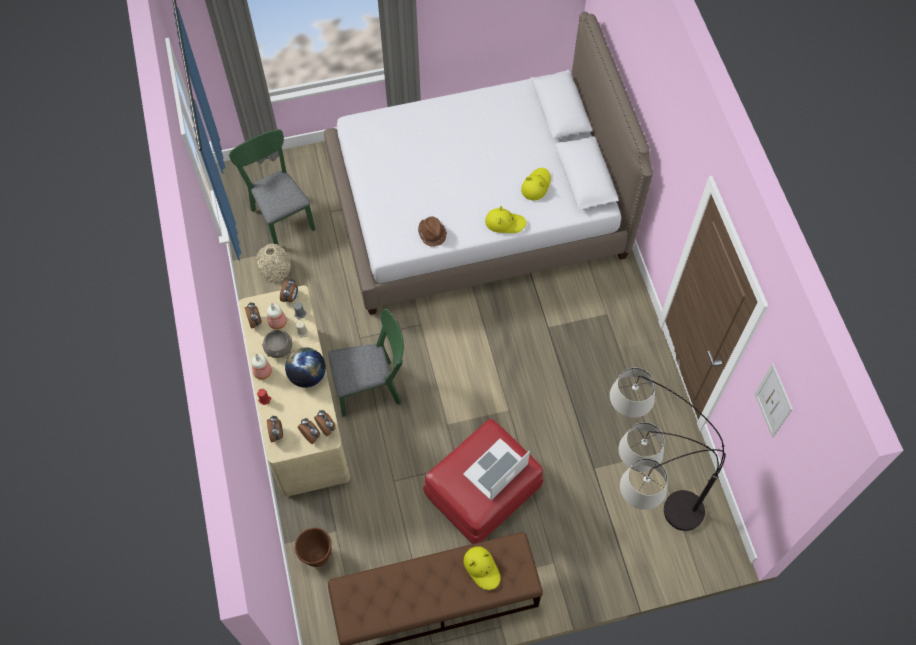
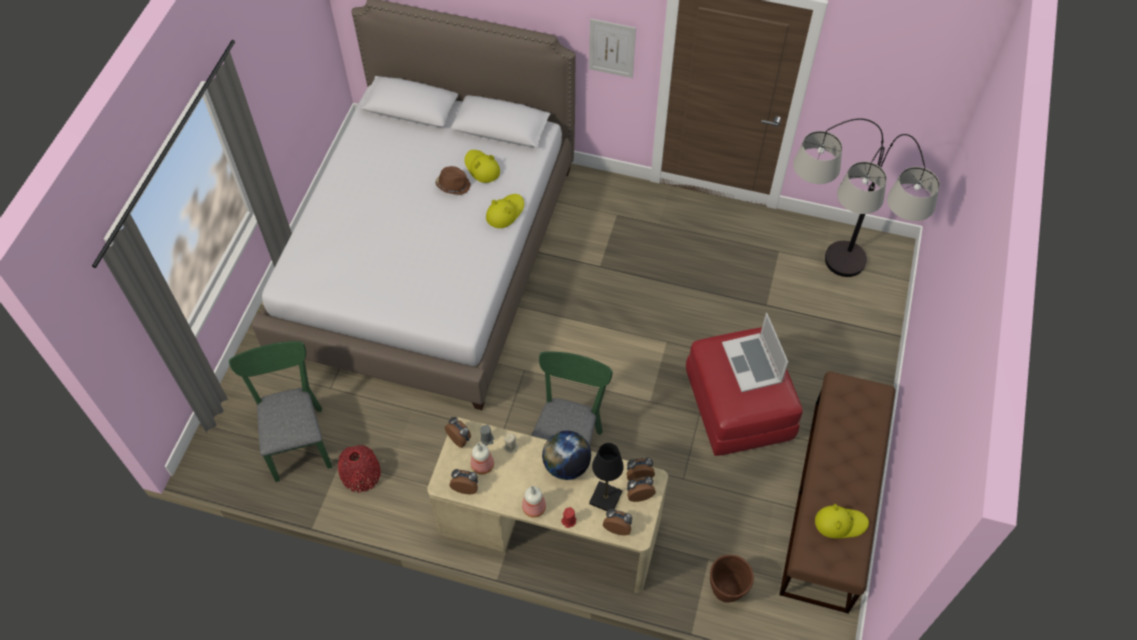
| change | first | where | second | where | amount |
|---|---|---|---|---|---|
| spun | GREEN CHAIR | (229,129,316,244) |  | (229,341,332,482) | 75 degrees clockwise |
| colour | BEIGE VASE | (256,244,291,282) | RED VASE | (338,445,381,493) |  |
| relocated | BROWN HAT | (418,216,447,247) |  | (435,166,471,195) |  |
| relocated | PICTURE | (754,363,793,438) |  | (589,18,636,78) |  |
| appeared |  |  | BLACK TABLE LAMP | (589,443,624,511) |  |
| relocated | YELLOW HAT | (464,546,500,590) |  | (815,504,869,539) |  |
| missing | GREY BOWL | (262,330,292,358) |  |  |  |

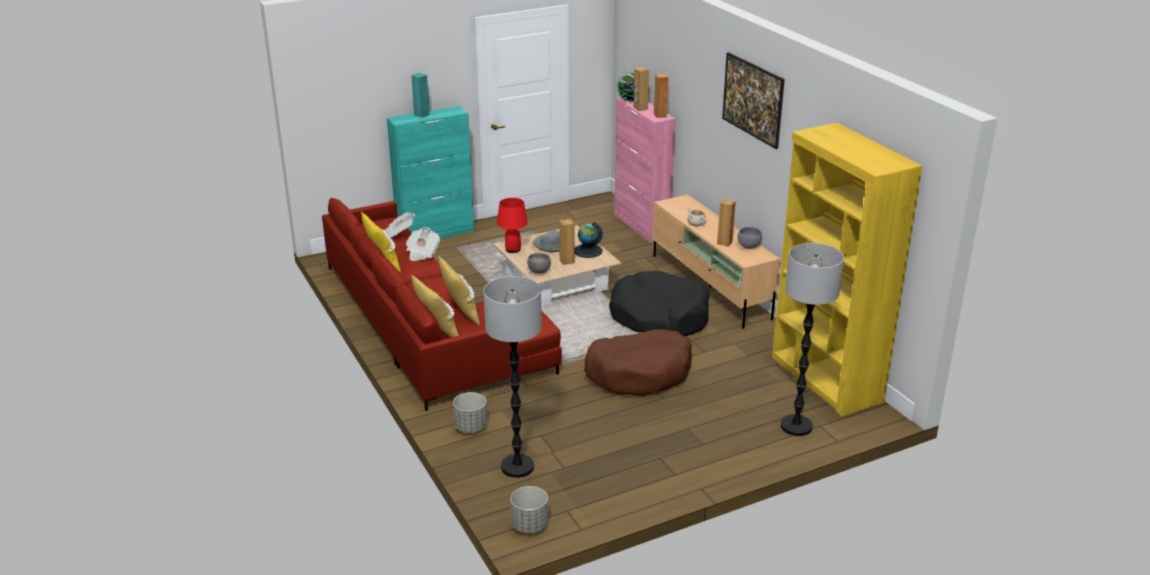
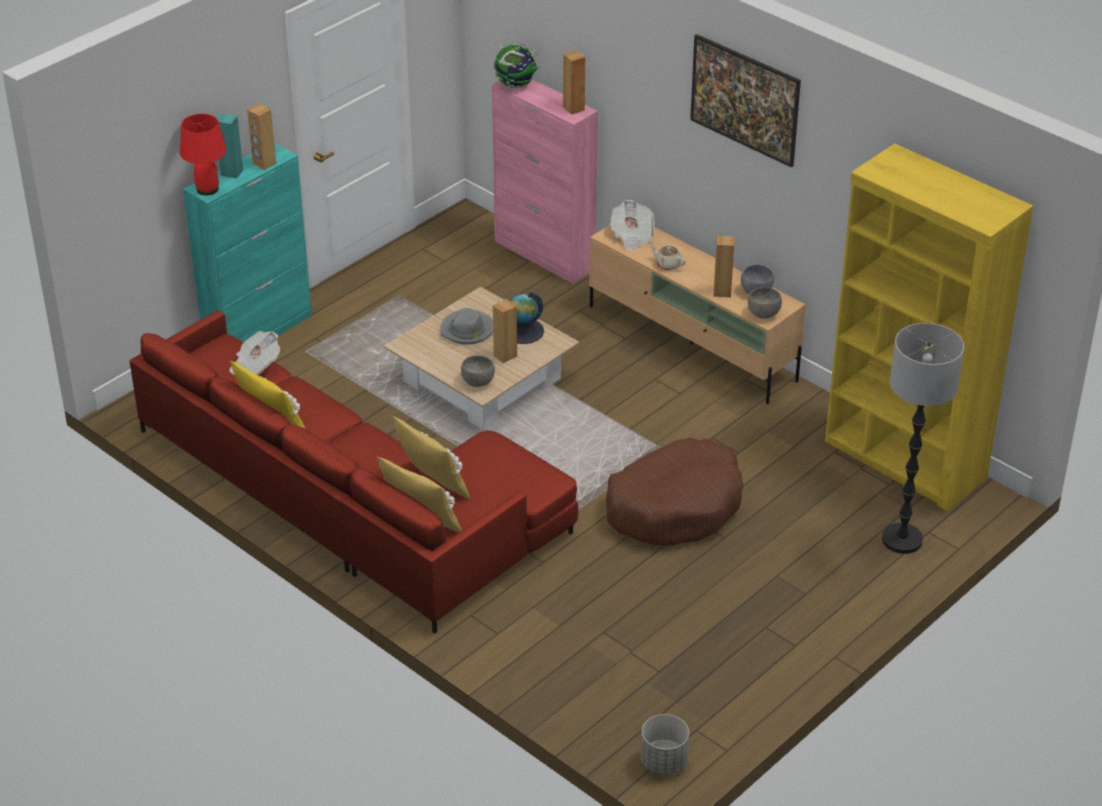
| change | first | where | second | where | amount |
|---|---|---|---|---|---|
| relocated | RED TABLE LAMP | (497,198,528,253) |  | (180,114,226,196) |  |
| relocated | BROWN SPEAKER | (633,67,649,111) |  | (247,103,276,170) |  |
| relocated | NEWSPAPER | (406,227,440,261) |  | (610,200,654,250) |  |
| appeared |  |  | GREY BOWL | (748,287,782,319) |  |
| missing | GREY PLANTER | (453,392,487,433) |  |  |  |
| missing | FLOOR LAMP | (483,276,542,478) |  |  |  |
| missing | BLACK DOG BED | (609,270,709,336) |  |  |  |

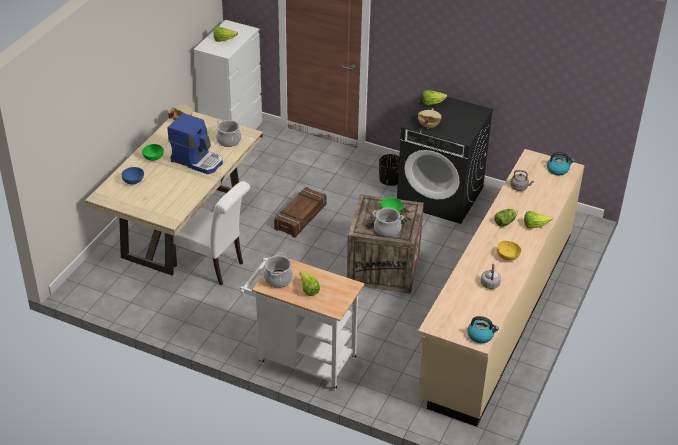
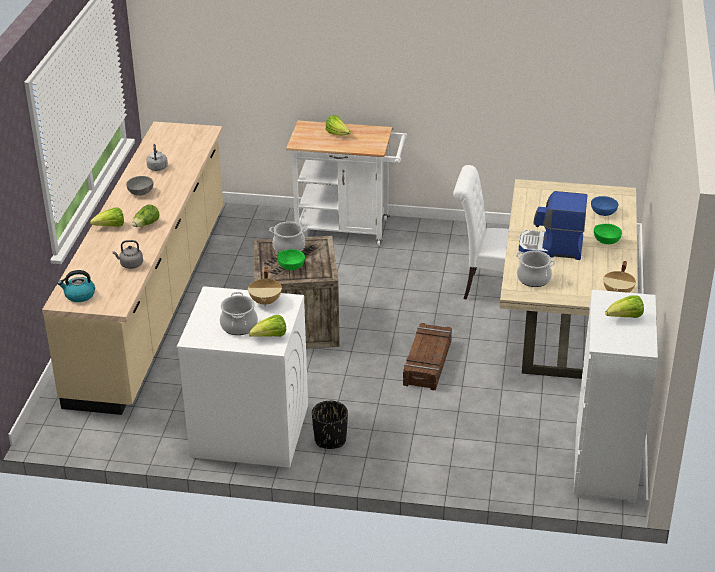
| change | first | where | second | where | amount |
|---|---|---|---|---|---|
| colour | YELLOW BOWL | (497,240,521,261) | GREY BOWL | (126,176,153,196) |  |
| colour | BLACK WASHING MACHINE | (397,97,493,224) | WHITE WASHING MACHINE | (177,286,308,468) |  |
| relocated | COOKING POT | (263,252,293,288) |  | (220,292,258,335) |  |
| missing | KETTLE | (467,316,499,343) |  |  |  |

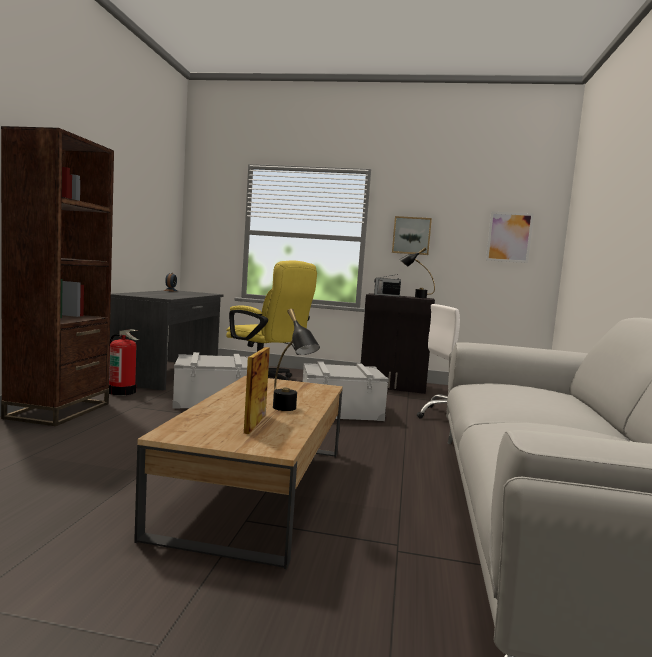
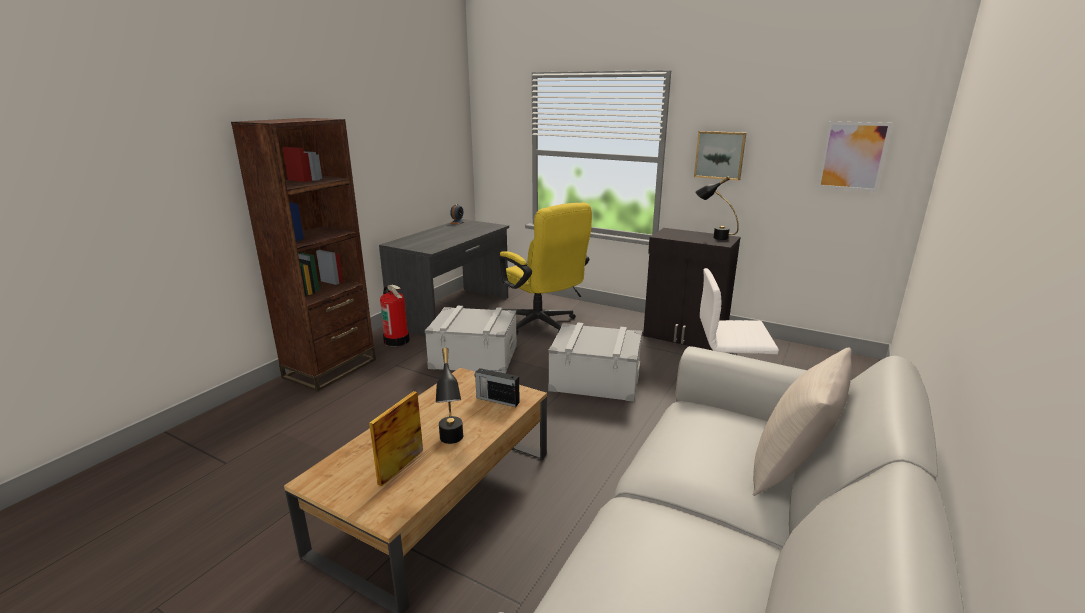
| change | first | where | second | where | amount |
|---|---|---|---|---|---|
| relocated | RADIO | (374,274,401,297) |  | (474,368,520,407) |  |
| appeared |  |  | BEIGE PILLOW | (753,348,852,496) |  |

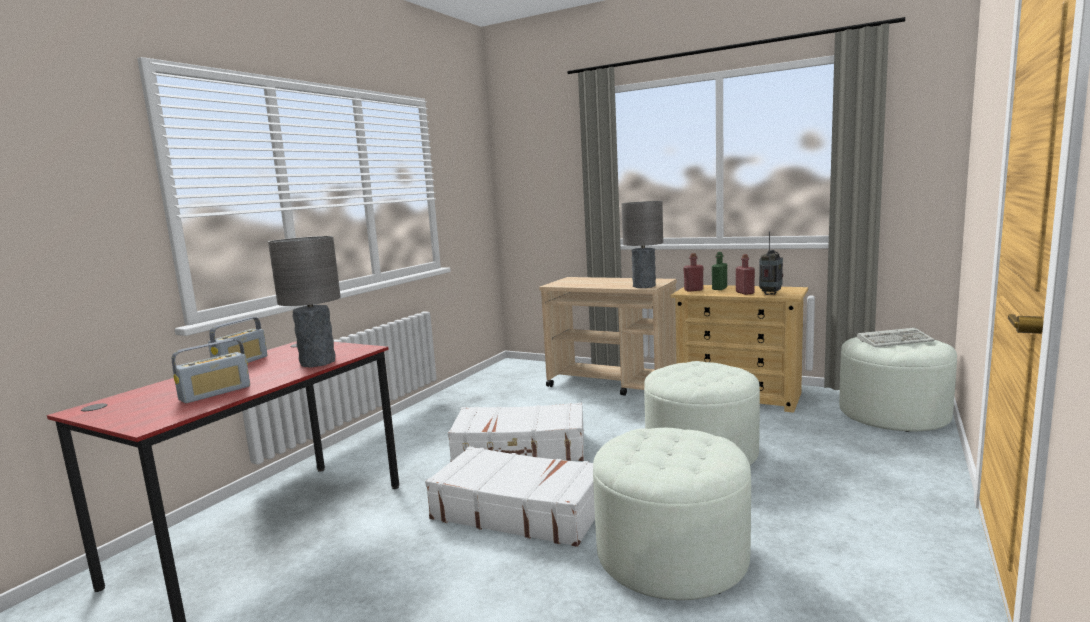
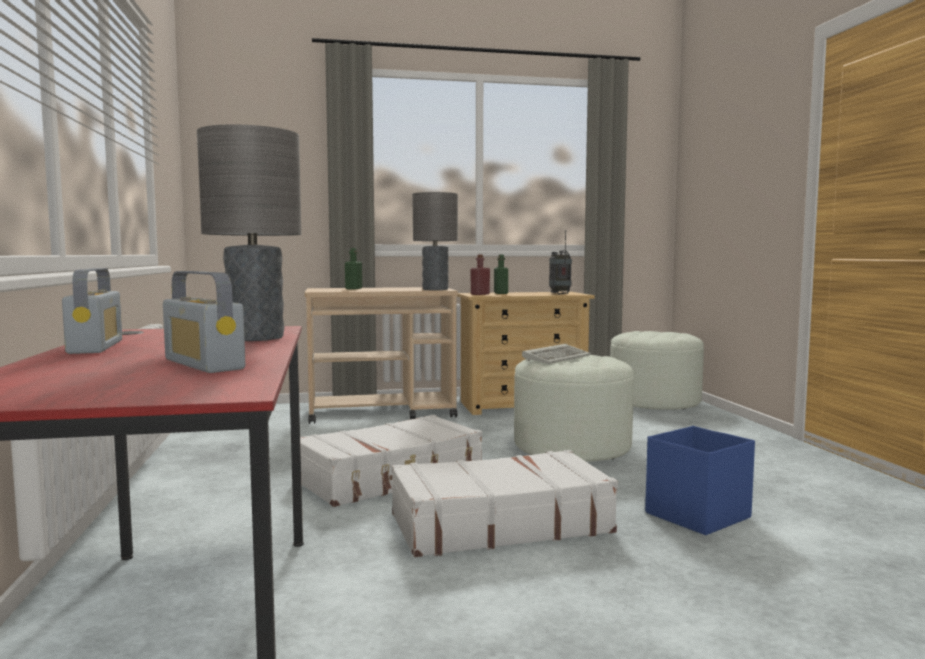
| change | first | where | second | where | amount |
|---|---|---|---|---|---|
| spun | RADIO | (172,339,250,403) |  | (163,271,245,373) | 135 degrees clockwise |
| appeared |  |  | GREEN BOTTLE | (345,248,362,289) |  |
| relocated | KEYBOARD | (857,328,935,347) |  | (522,344,591,364) |  |
| exchanged | WHITE OTTOMAN | (593,428,751,600) | BLUE STORAGE BOX | (645,426,755,535) |  |
| missing | RED BOTTLE | (736,254,755,295) |  |  |  |

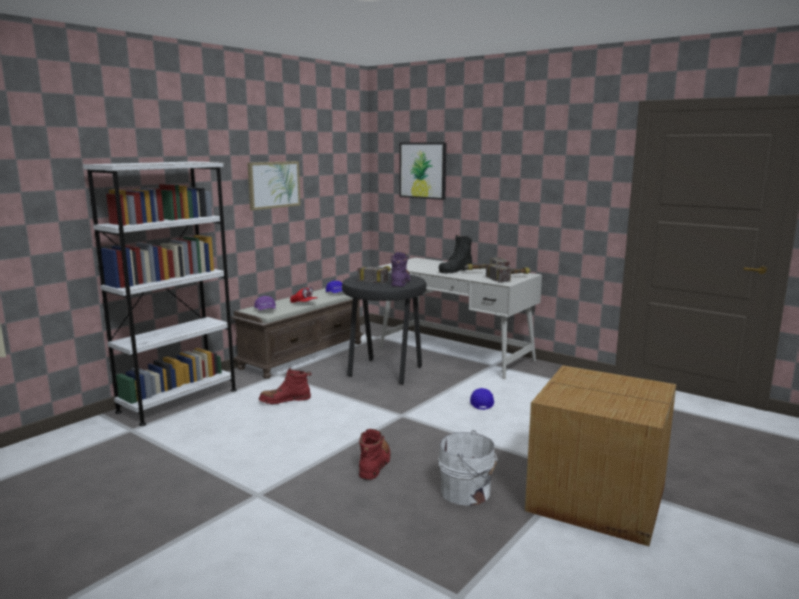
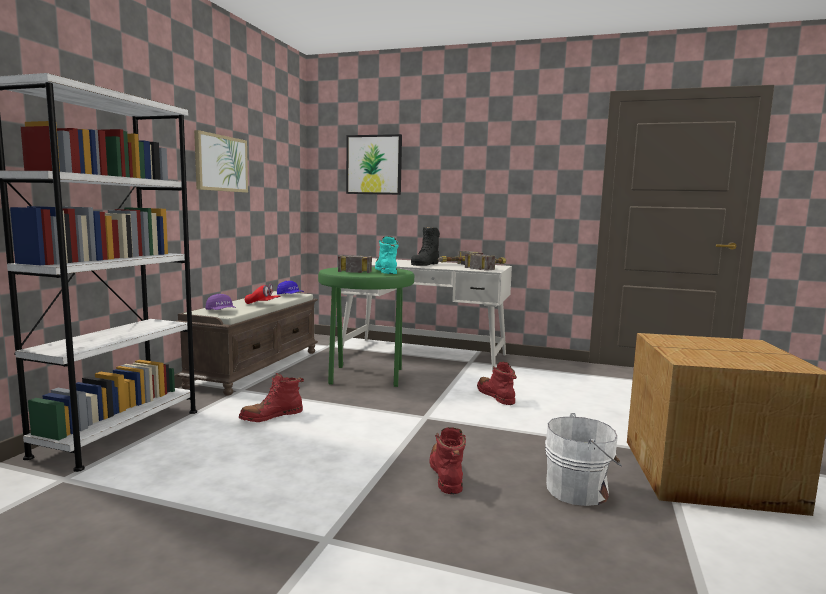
| change | first | where | second | where | amount |
|---|---|---|---|---|---|
| colour | BLACK STOOL | (342,273,426,385) | GREEN STOOL | (318,267,414,387) |  |
| colour | PURPLE BOOT | (391,252,410,287) | TURQUOISE BOOT | (375,236,398,274) |  |
| exchanged | BLUE CAP | (470,388,494,410) | RED BOOT | (477,362,517,405) |  |

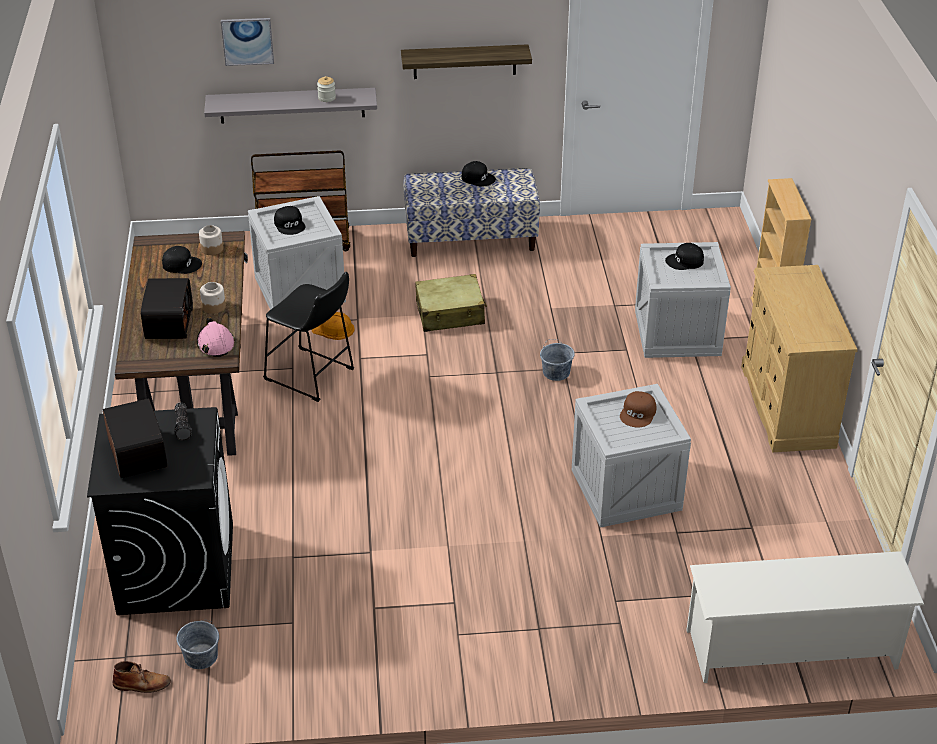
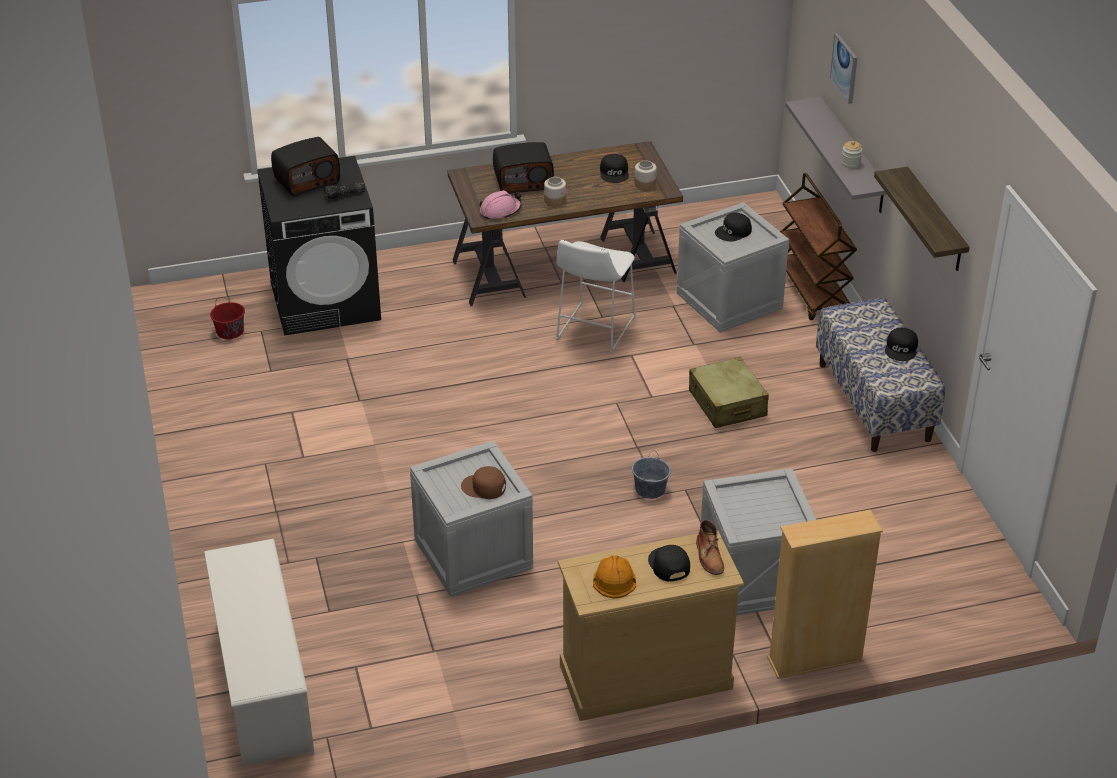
| change | first | where | second | where | amount |
|---|---|---|---|---|---|
| colour | GREY BUCKET | (177,620,219,669) | RED BUCKET | (210,297,245,339) |  |
| colour | BLACK STOOL | (263,272,355,402) | WHITE STOOL | (556,240,636,353) |  |
| relocated | ORANGE HARD HAT | (312,312,355,340) |  | (593,555,636,598) |  |
| relocated | BLACK CAP | (665,243,704,270) |  | (648,545,690,581) |  |
| relocated | BROWN BOOT | (113,661,171,693) |  | (696,520,724,575) |  |

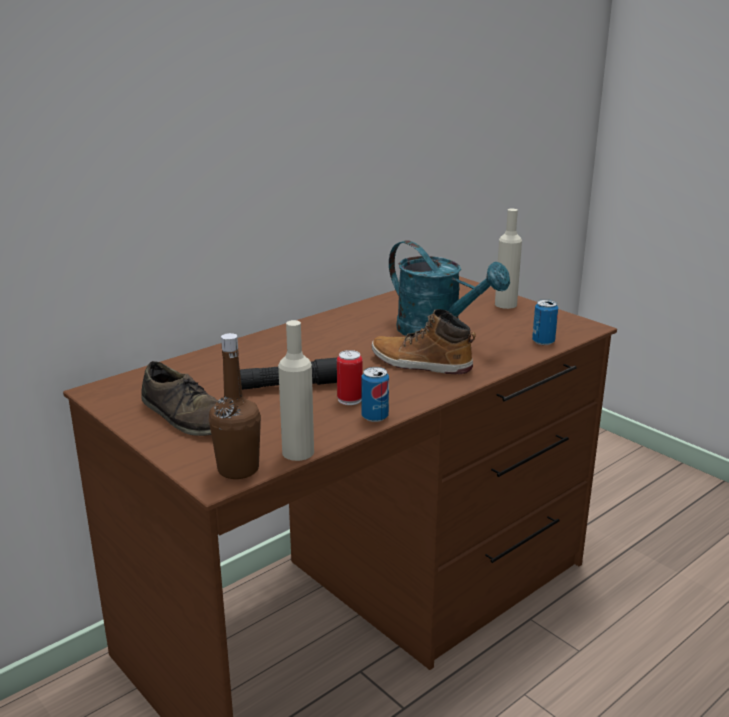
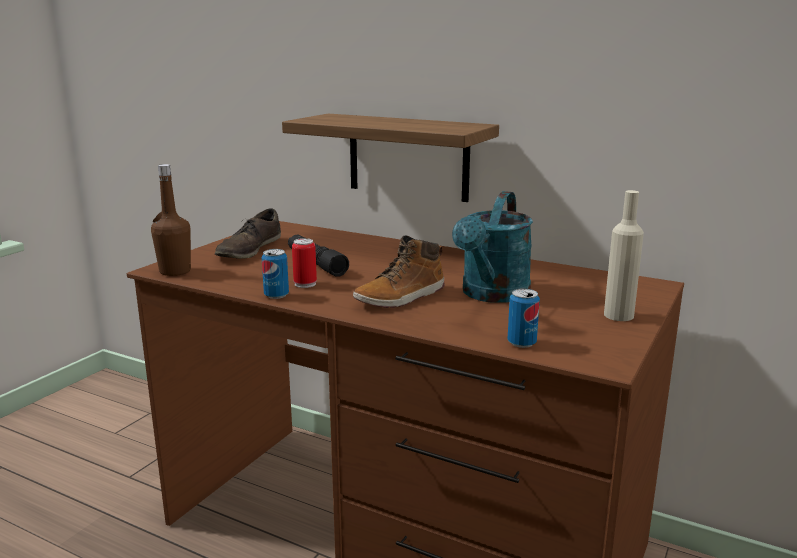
| change | first | where | second | where | amount |
|---|---|---|---|---|---|
| appeared |  |  | SHELF | (282,114,499,202) |  |
| spun | BOOT | (372,309,476,375) |  | (353,235,445,308) | 135 degrees counterclockwise |
| missing | BEIGE BOTTLE | (278,320,314,461) |  |  |  |

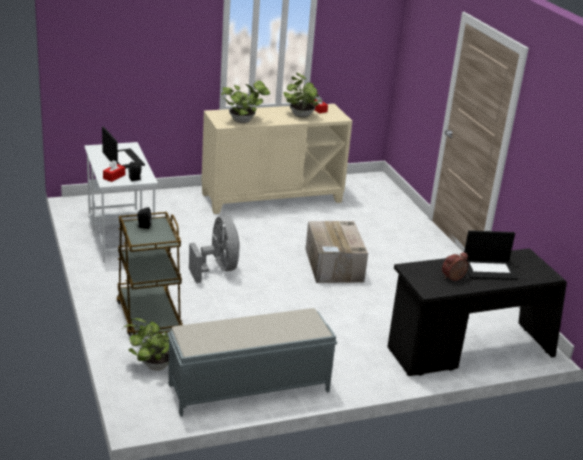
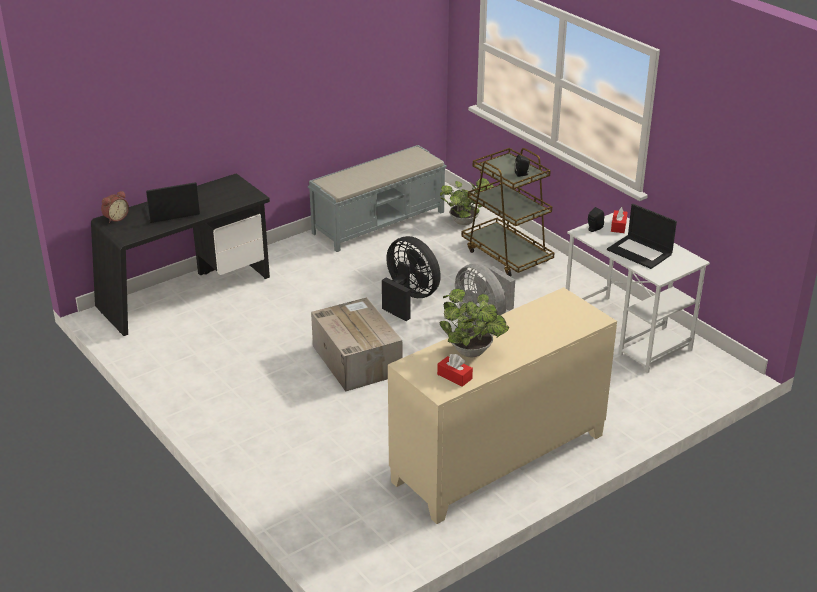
| change | first | where | second | where | amount |
|---|---|---|---|---|---|
| relocated | ALARM CLOCK | (442,252,468,281) |  | (101,191,129,223) |  |
| appeared |  |  | BLACK FAN | (382,236,441,321) |  |
| missing | POTTED PLANT | (221,81,270,123) |  |  |  |

